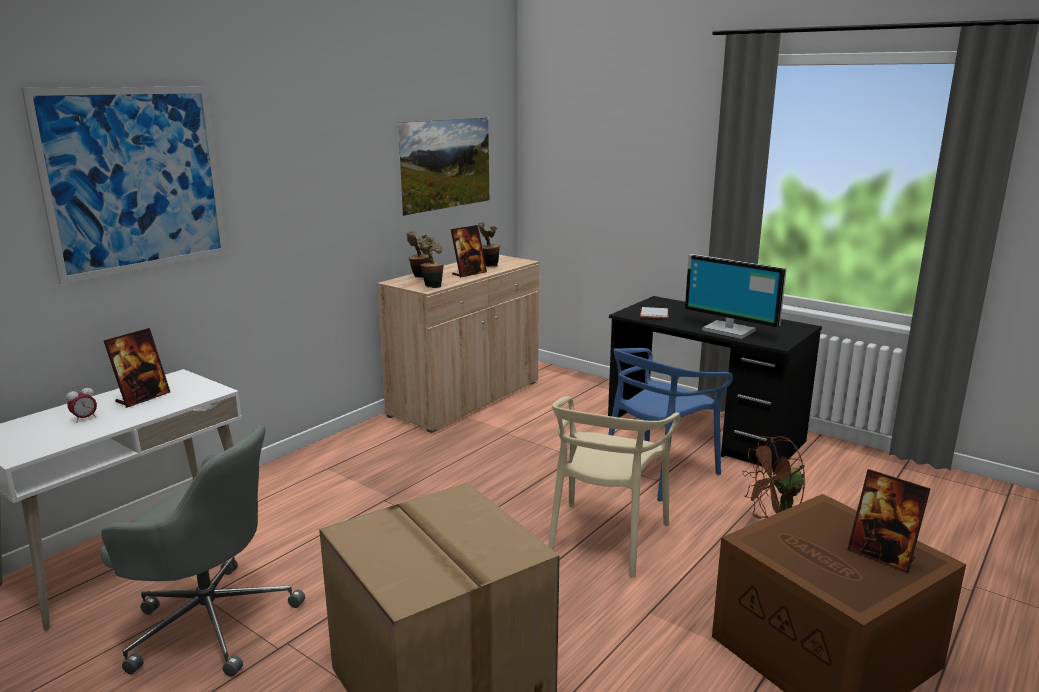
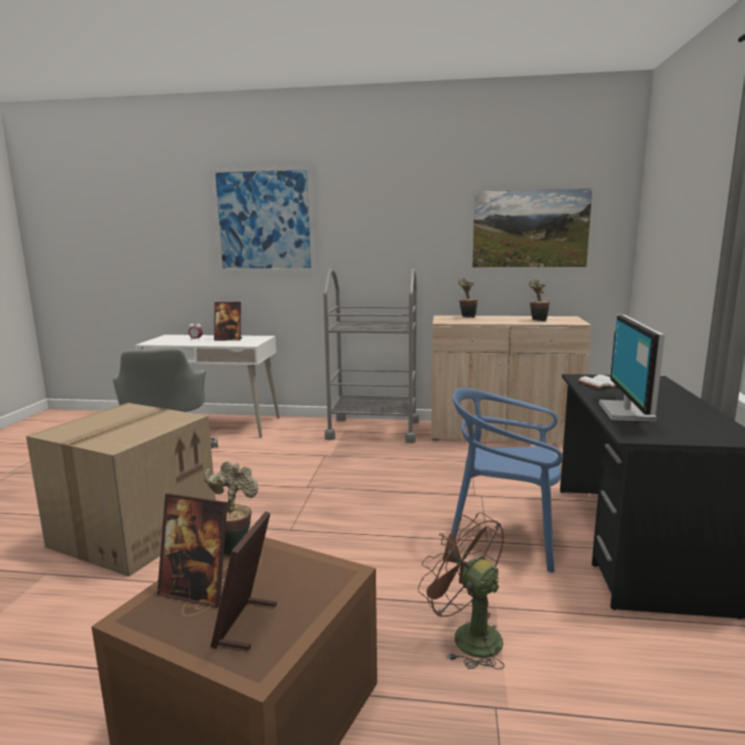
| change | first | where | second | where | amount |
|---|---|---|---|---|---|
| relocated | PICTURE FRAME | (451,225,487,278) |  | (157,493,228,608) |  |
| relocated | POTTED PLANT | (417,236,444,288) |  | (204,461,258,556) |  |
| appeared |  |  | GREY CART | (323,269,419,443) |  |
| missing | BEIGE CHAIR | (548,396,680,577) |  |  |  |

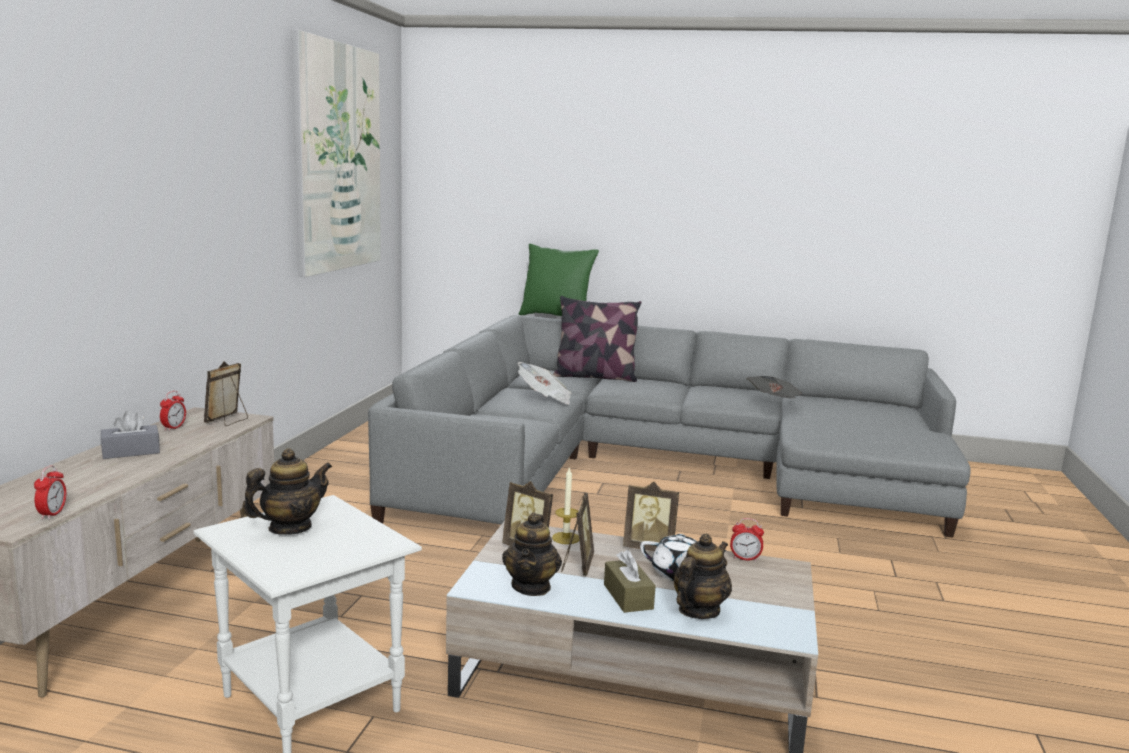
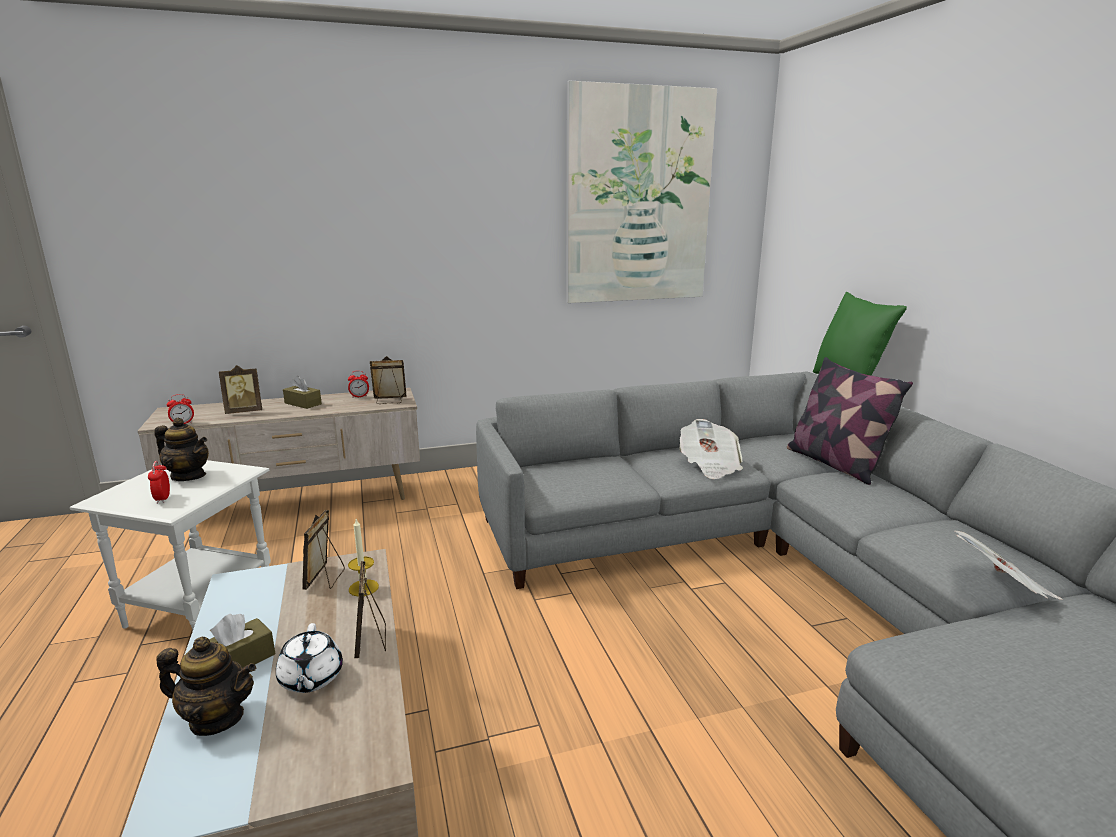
| change | first | where | second | where | amount |
|---|---|---|---|---|---|
| relocated | ALARM CLOCK | (730,518,764,562) |  | (148,461,170,504) |  |
| relocated | PICTURE FRAME | (561,493,594,576) |  | (219,365,262,414) |  |
| colour | GREY TISSUE BOX | (101,411,160,459) | BROWN TISSUE BOX | (283,376,322,409) |  |
| missing | TEAPOT | (502,512,562,596) |  |  |  |

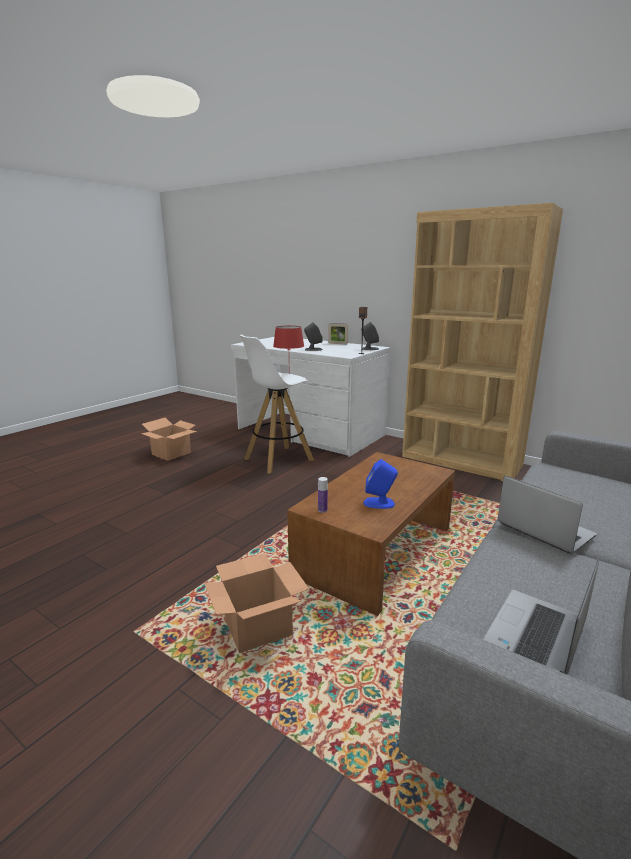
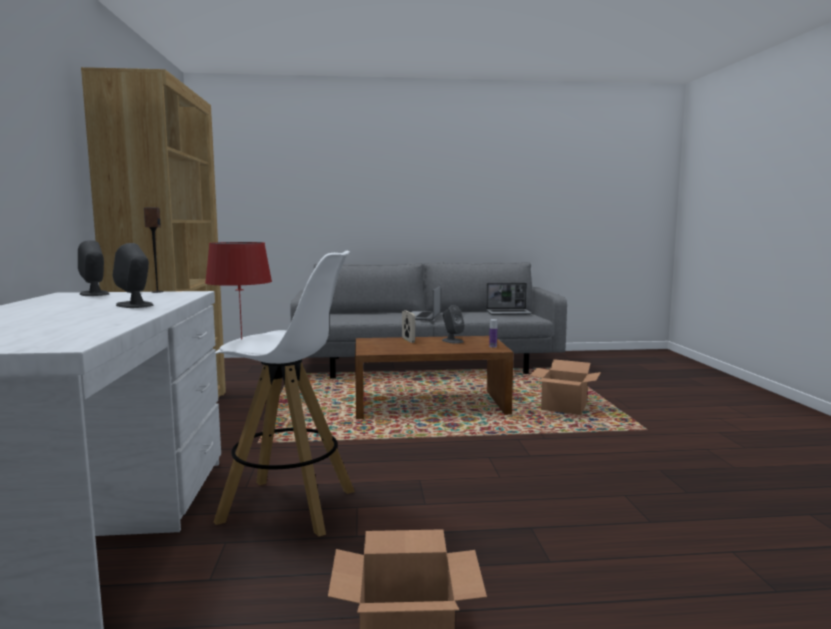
| change | first | where | second | where | amount |
|---|---|---|---|---|---|
| relocated | PICTURE FRAME | (328,323,348,345) |  | (402,310,415,343) |  |
| colour | BLUE SPEAKER | (363,459,398,509) | GREY SPEAKER | (442,305,465,344) |  |

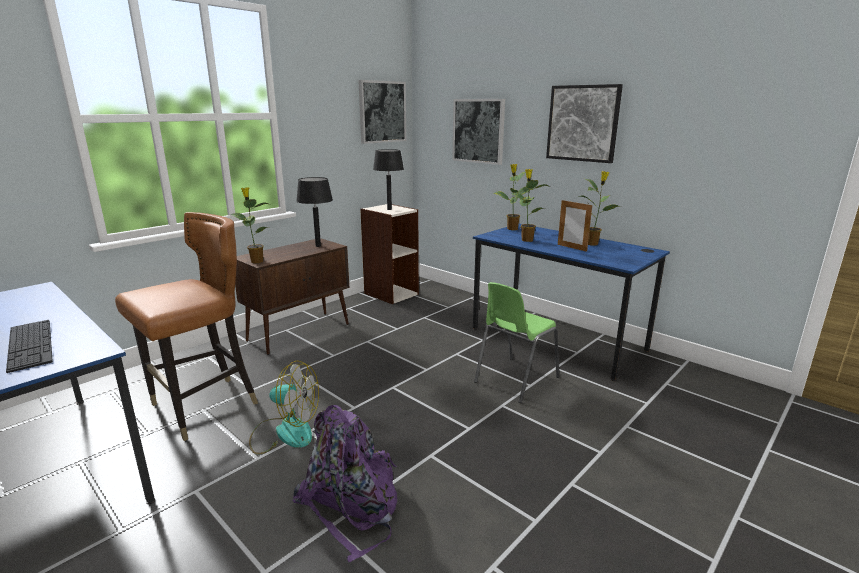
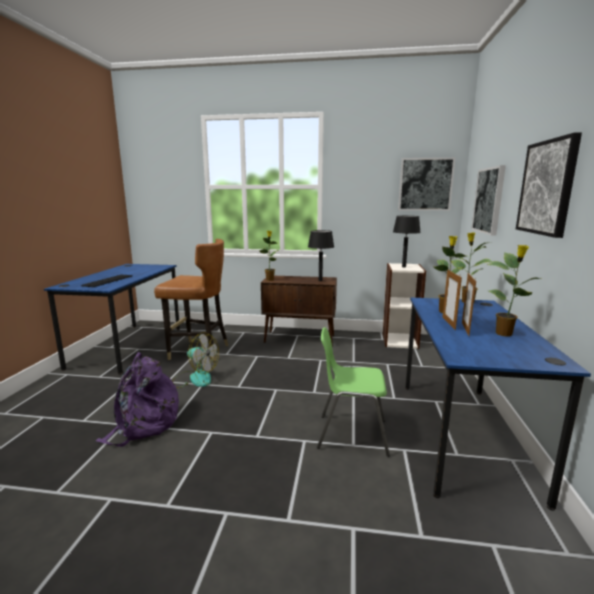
| change | first | where | second | where | amount |
|---|---|---|---|---|---|
| spun | FAN | (249,361,319,455) |  | (172,332,219,388) | 45 degrees counterclockwise |
| appeared |  |  | PICTURE FRAME | (442,269,462,330) |  |

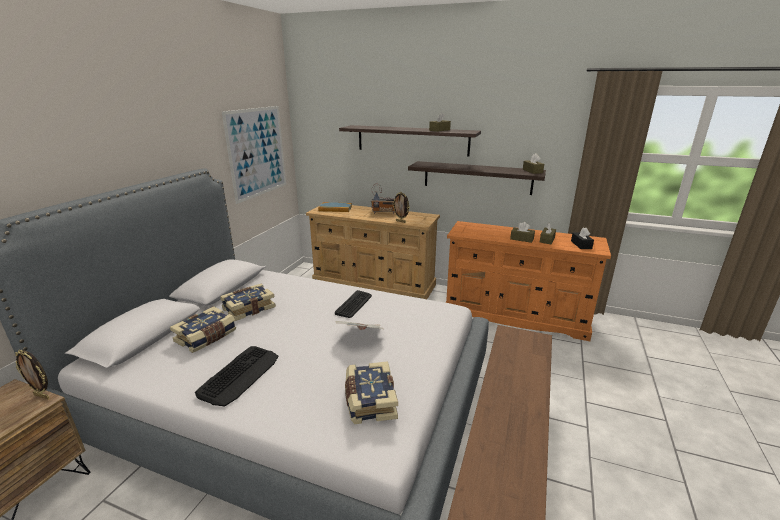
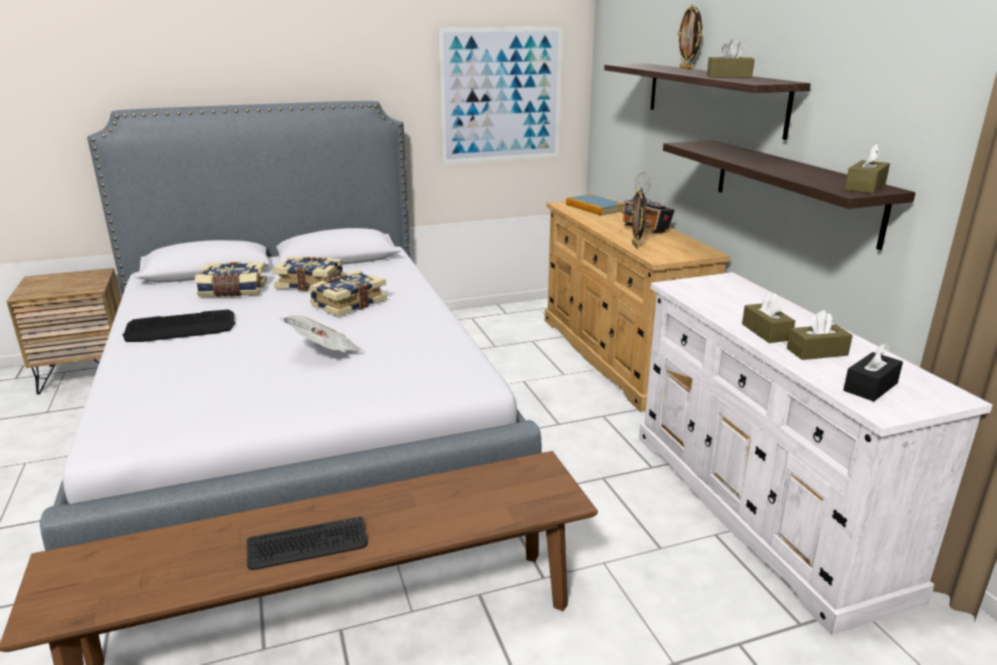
| change | first | where | second | where | amount |
|---|---|---|---|---|---|
| relocated | KEYBOARD | (335,290,372,318) |  | (247,517,368,570) |  |
| relocated | BOOK | (345,361,398,424) |  | (309,270,387,317) |  |
| colour | ORANGE DRESSER | (446,221,611,341) | WHITE DRESSER | (639,272,993,635) |  |
| relocated | PICTURE FRAME | (16,350,50,399) |  | (677,4,702,69) |  |

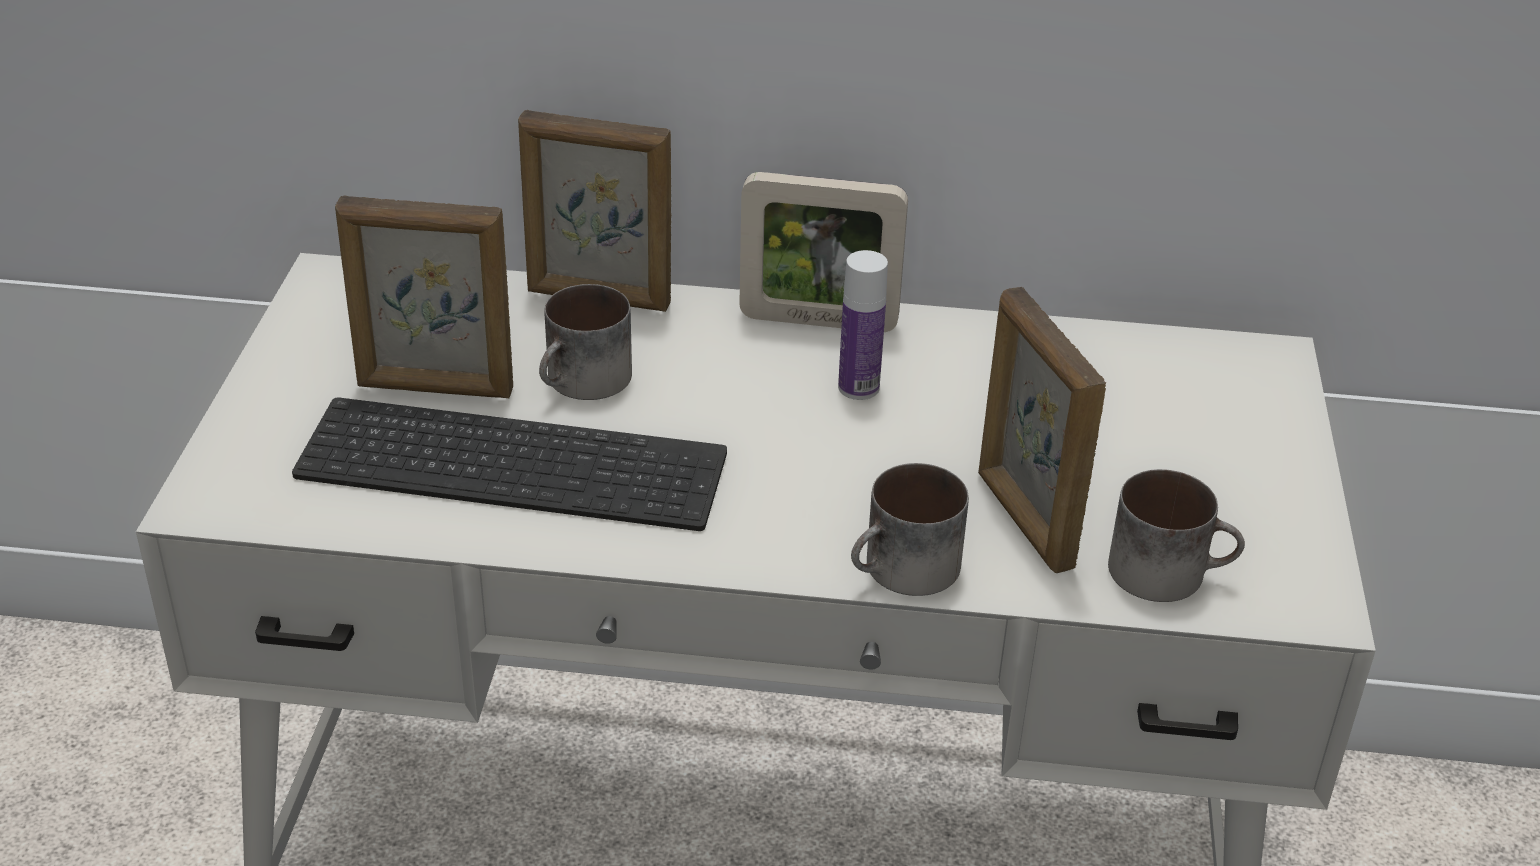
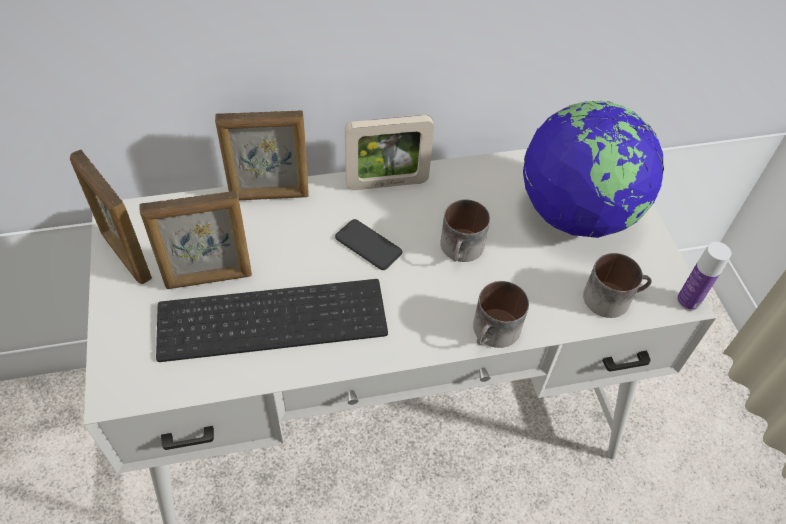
| change | first | where | second | where | amount |
|---|---|---|---|---|---|
| relocated | PICTURE FRAME | (978,287,1106,573) |  | (70,150,152,284) |  |
| appeared |  |  | PHONE | (335,219,402,270) |  |
| relocated | MUG | (539,284,632,400) |  | (440,199,490,262) |  |
| appeared |  |  | GLOBE | (523,101,664,238) |  |
| relocated | BOTTLE | (838,250,888,400) |  | (677,242,731,311) |  |

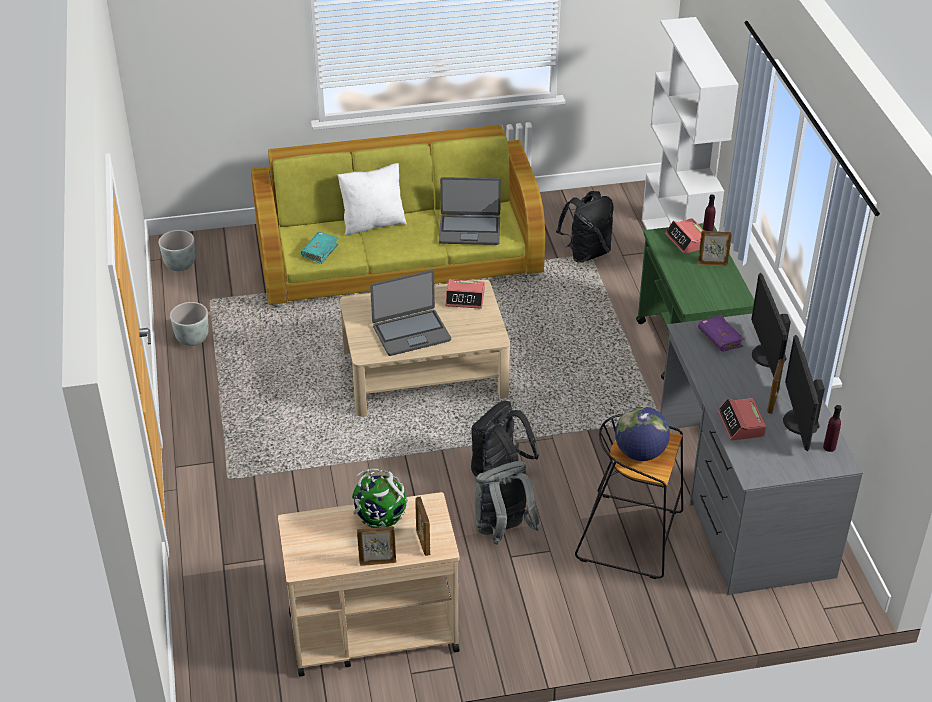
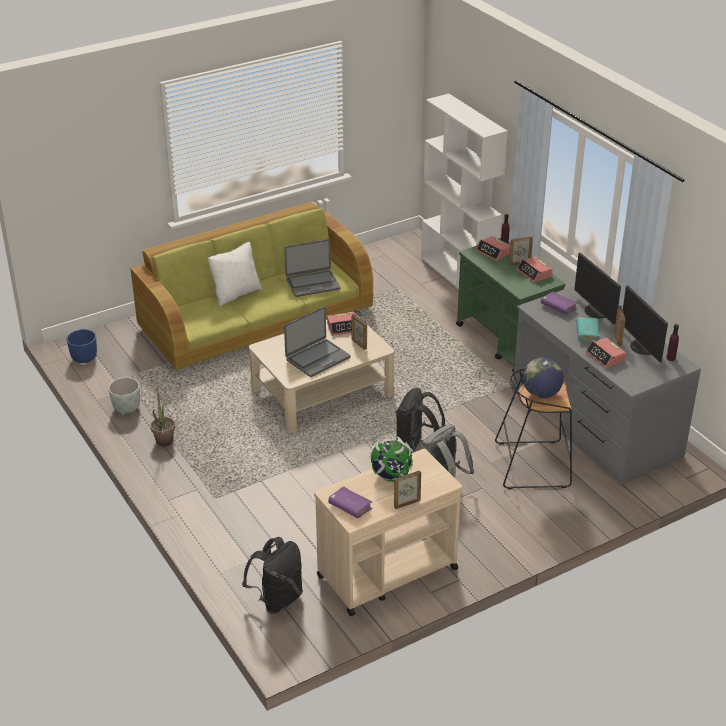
| change | first | where | second | where | amount |
|---|---|---|---|---|---|
| colour | GREY PLANTER | (159,230,195,271) | BLUE PLANTER | (66,329,97,363) |  |
| appeared |  |  | POTTED PLANT | (150,388,175,446) |  |
| relocated | BLACK BACKPACK | (556,191,613,263) |  | (242,537,303,614) |  |
| appeared |  |  | PURPLE BOOK | (328,486,373,518) |  |
| relocated | PICTURE FRAME | (415,496,430,556) |  | (351,314,367,350) |  |
| appeared |  |  | ALARM CLOCK | (517,257,553,283) |  |
| relocated | TURQUOISE BOOK | (301,232,338,264) |  | (576,317,600,341) |  |

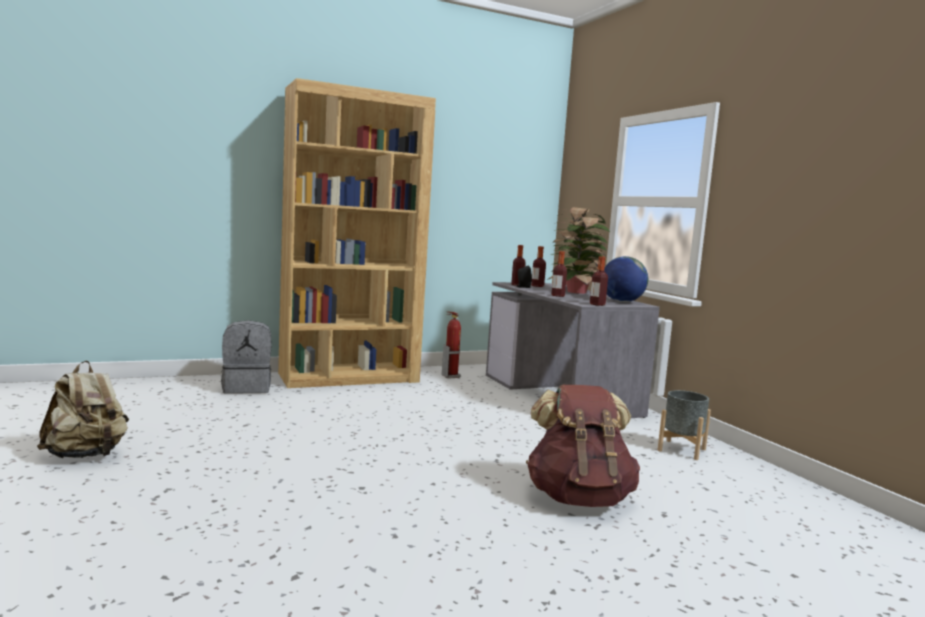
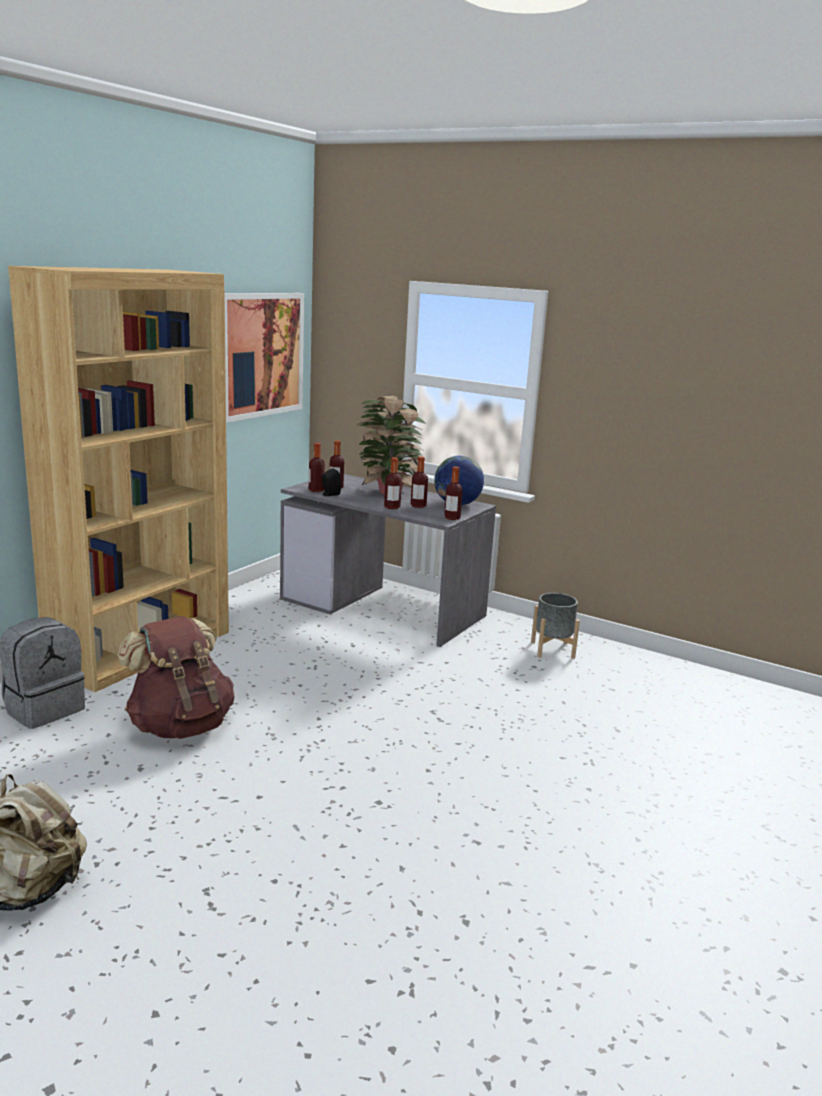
| change | first | where | second | where | amount |
|---|---|---|---|---|---|
| relocated | BROWN BACKPACK | (526,385,640,507) |  | (117,616,235,739) |  |
| appeared |  |  | PICTURE | (225,293,304,423) |  |
| appeared |  |  | BOTTLE | (411,457,428,508) |  |
| missing | FIRE EXTINGUISHER | (442,312,461,379) |  |  |  |

